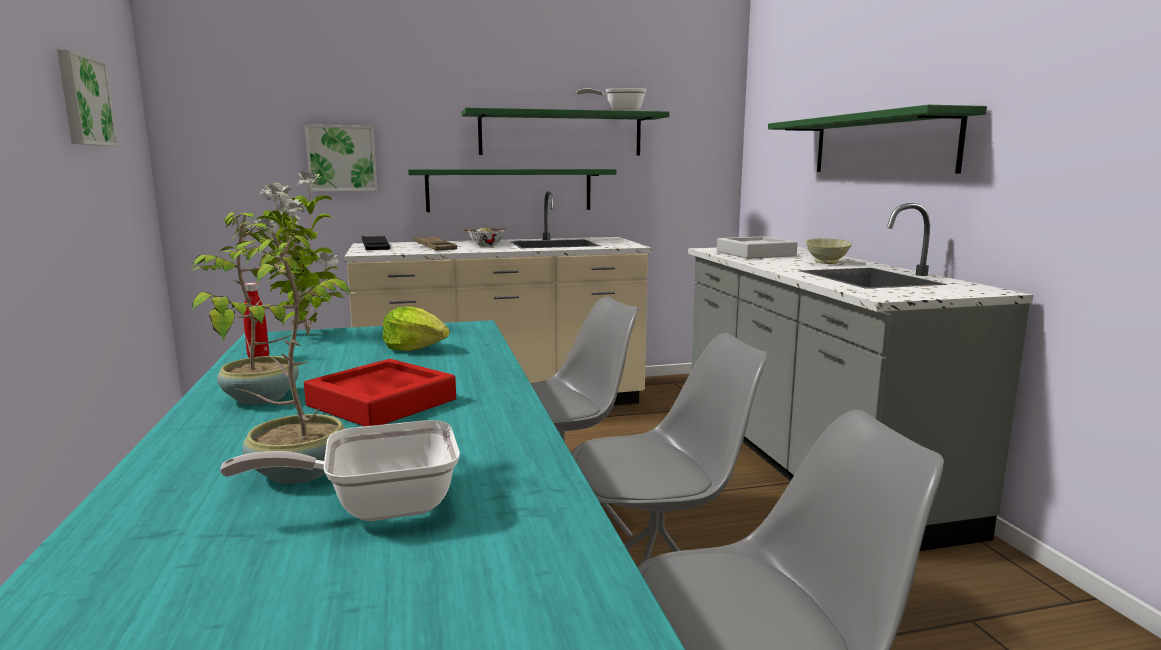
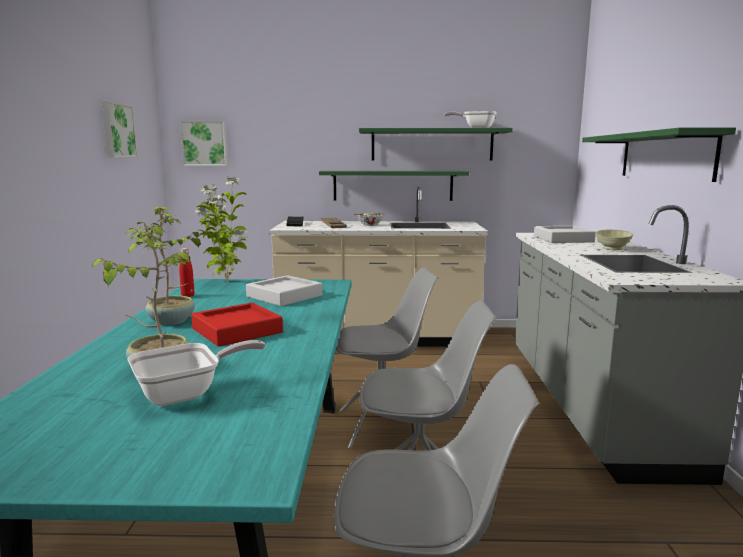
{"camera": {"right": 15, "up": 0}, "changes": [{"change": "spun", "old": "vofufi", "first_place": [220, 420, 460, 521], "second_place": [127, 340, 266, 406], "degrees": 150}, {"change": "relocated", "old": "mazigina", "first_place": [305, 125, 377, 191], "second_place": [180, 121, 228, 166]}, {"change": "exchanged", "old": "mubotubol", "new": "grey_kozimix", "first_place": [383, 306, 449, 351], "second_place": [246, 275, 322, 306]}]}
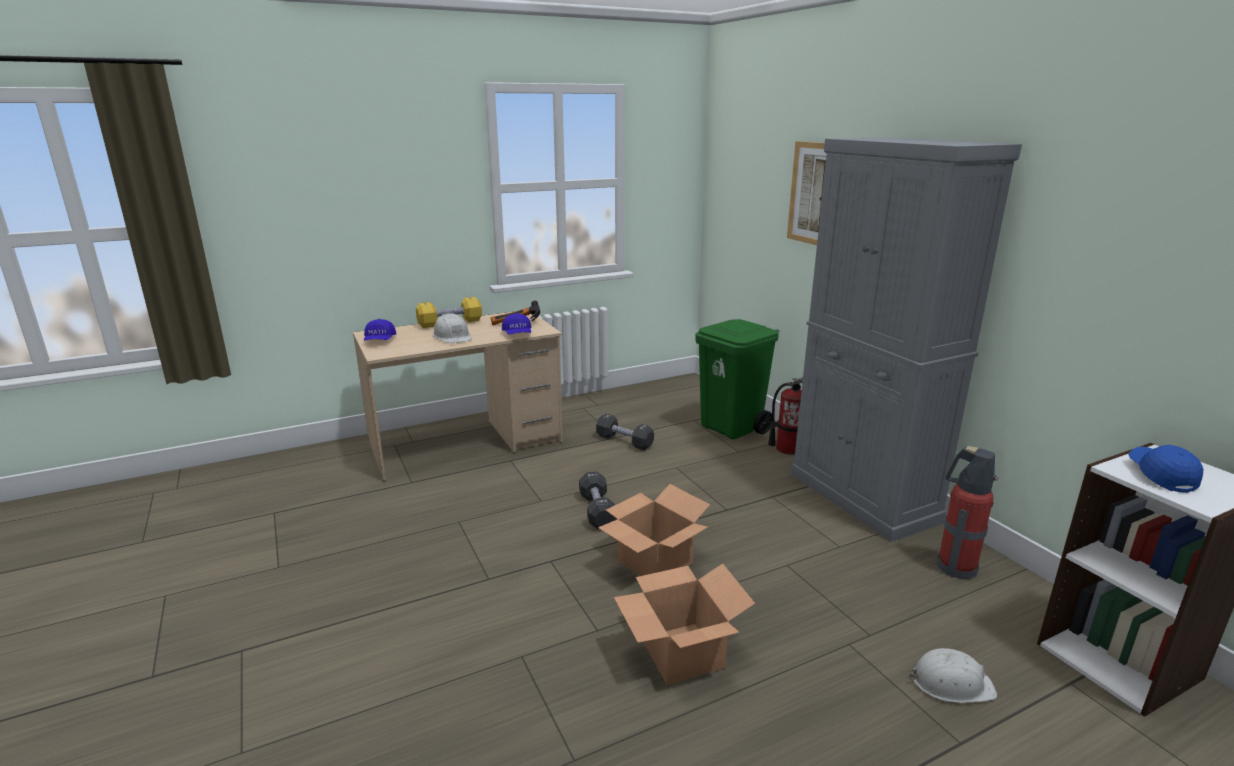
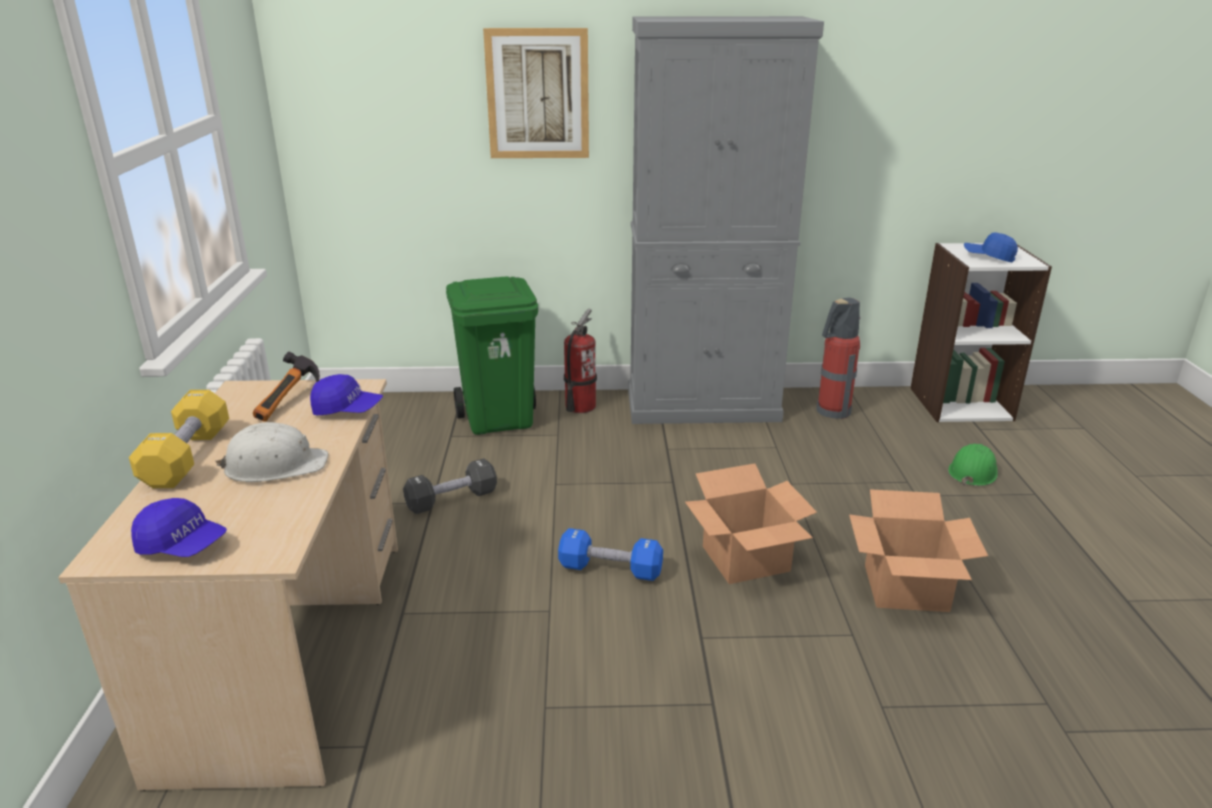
{"camera": {"right": -65, "up": 5}, "changes": [{"change": "colour", "old": "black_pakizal", "new": "blue_pakizal", "first_place": [579, 471, 617, 529], "second_place": [558, 528, 663, 581]}, {"change": "colour", "old": "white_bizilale", "new": "green_bizilale", "first_place": [909, 648, 997, 703], "second_place": [948, 444, 998, 486]}]}
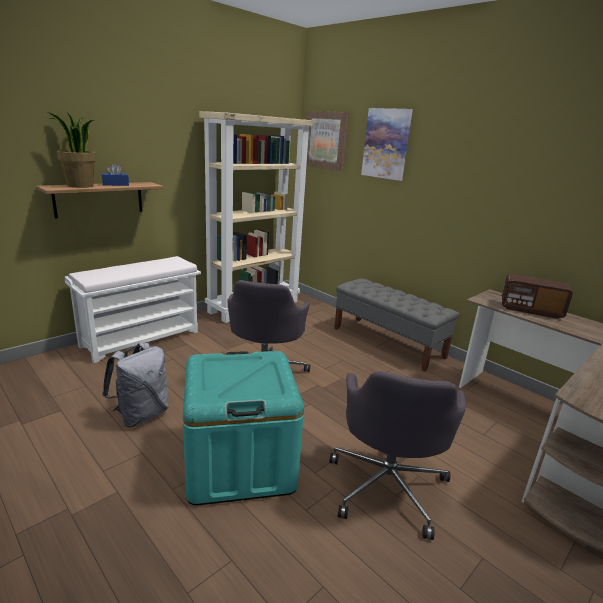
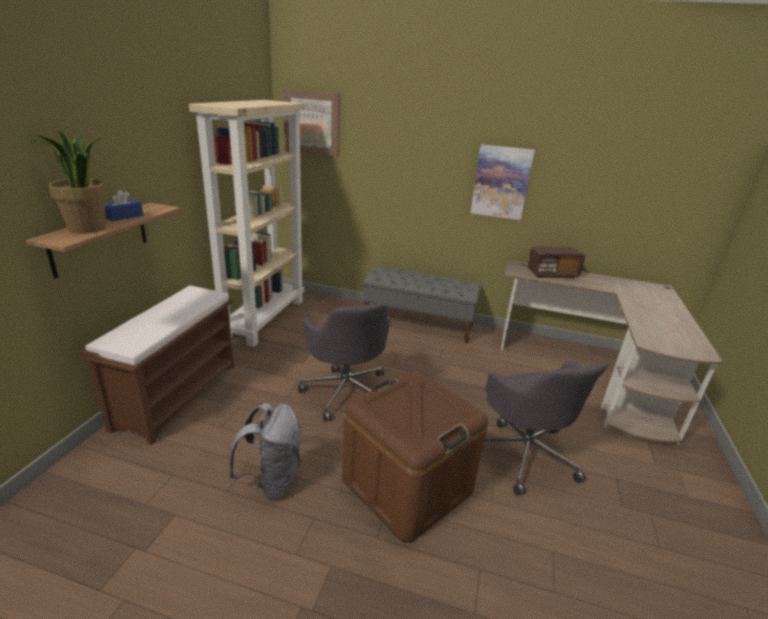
{"camera": {"right": -30, "up": 5}, "changes": [{"change": "colour", "old": "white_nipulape", "new": "brown_nipulape", "first_place": [64, 256, 201, 363], "second_place": [79, 286, 235, 445]}, {"change": "colour", "old": "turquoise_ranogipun", "new": "brown_ranogipun", "first_place": [183, 351, 304, 506], "second_place": [342, 370, 488, 542]}, {"change": "relocated", "old": "mazigina", "first_place": [361, 108, 413, 181], "second_place": [471, 144, 535, 220]}]}
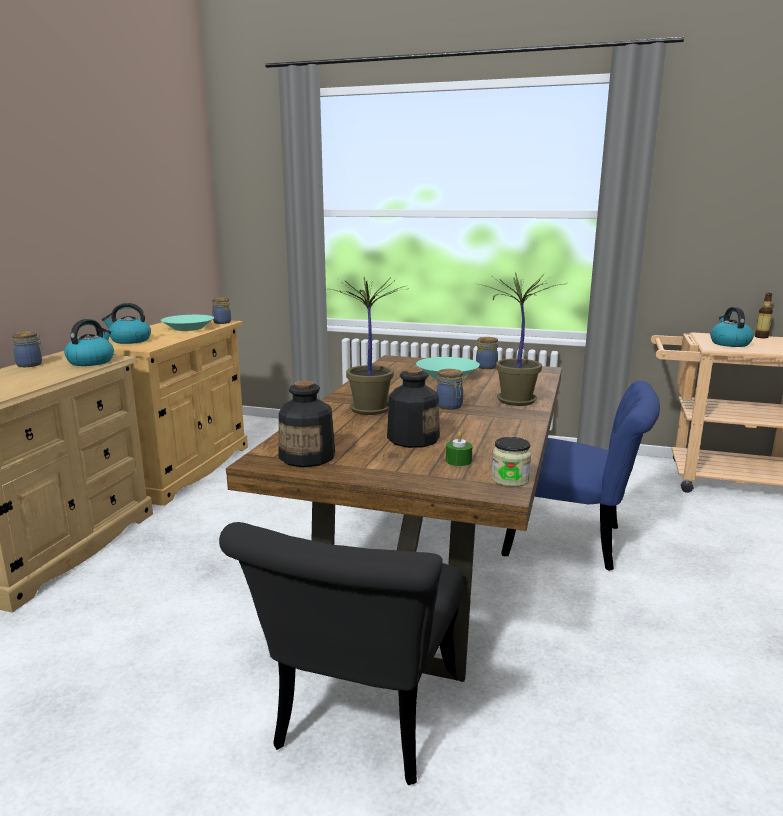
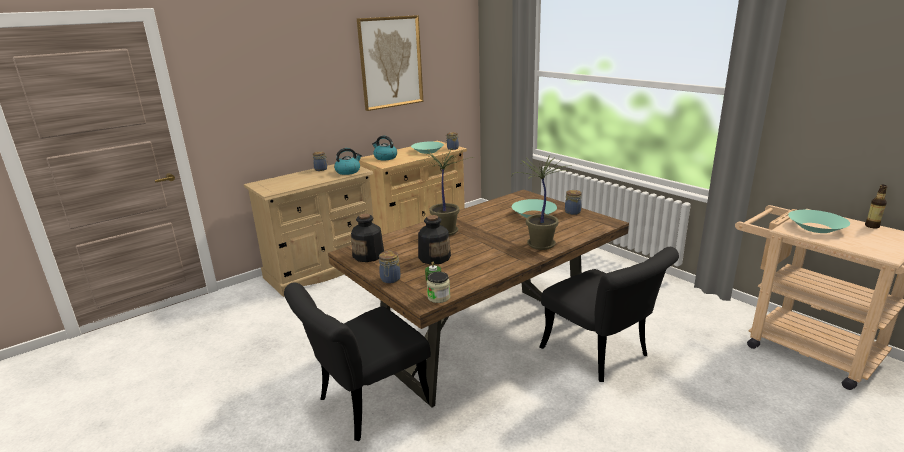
{"camera": {"right": 35, "up": 5}, "changes": [{"change": "appeared", "new": "mazigina", "second_place": [357, 15, 423, 111]}, {"change": "relocated", "old": "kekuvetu", "first_place": [436, 369, 463, 410], "second_place": [379, 251, 401, 283]}, {"change": "colour", "old": "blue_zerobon", "new": "black_zerobon", "first_place": [501, 380, 660, 571], "second_place": [539, 247, 679, 382]}, {"change": "exchanged", "old": "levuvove", "new": "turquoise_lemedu", "first_place": [710, 307, 754, 347], "second_place": [788, 210, 850, 233]}]}
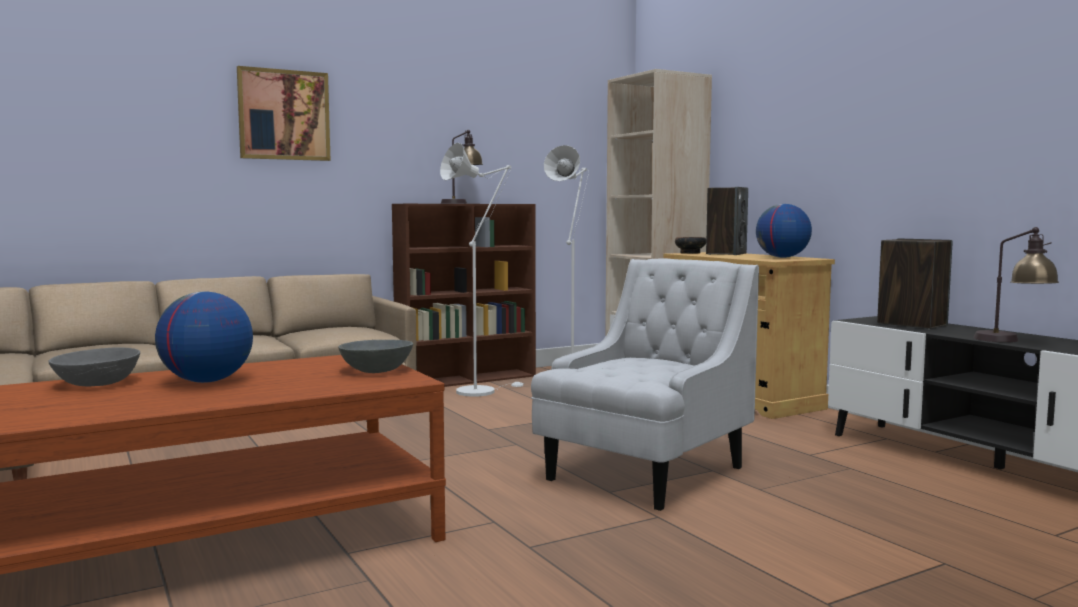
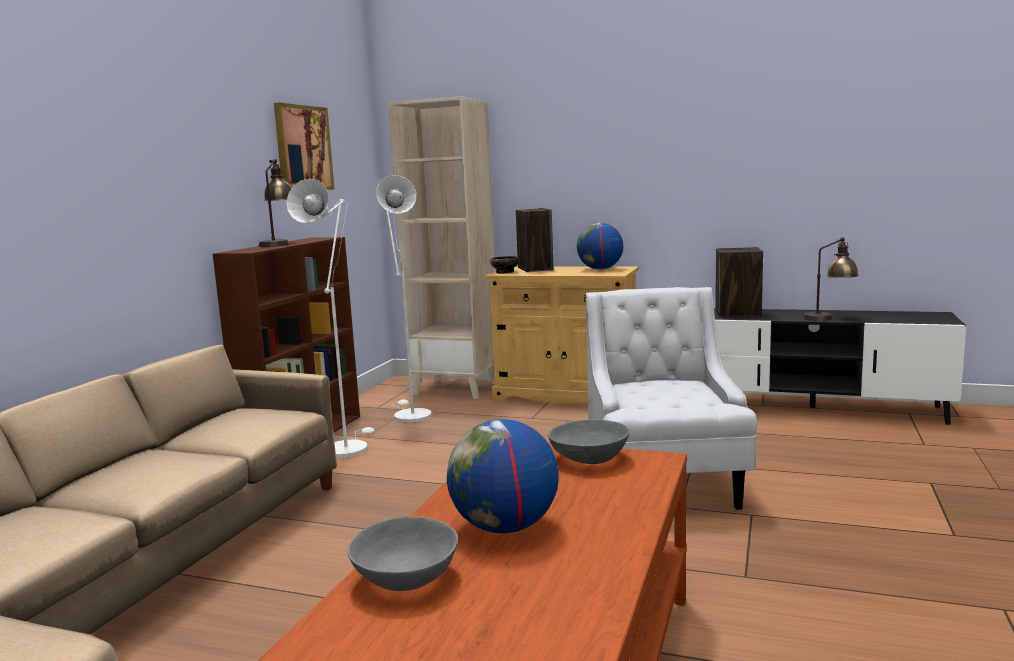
{"camera": {"right": -40, "up": 5}, "changes": [{"change": "relocated", "old": "mazigina", "first_place": [237, 66, 331, 161], "second_place": [274, 103, 334, 190]}]}
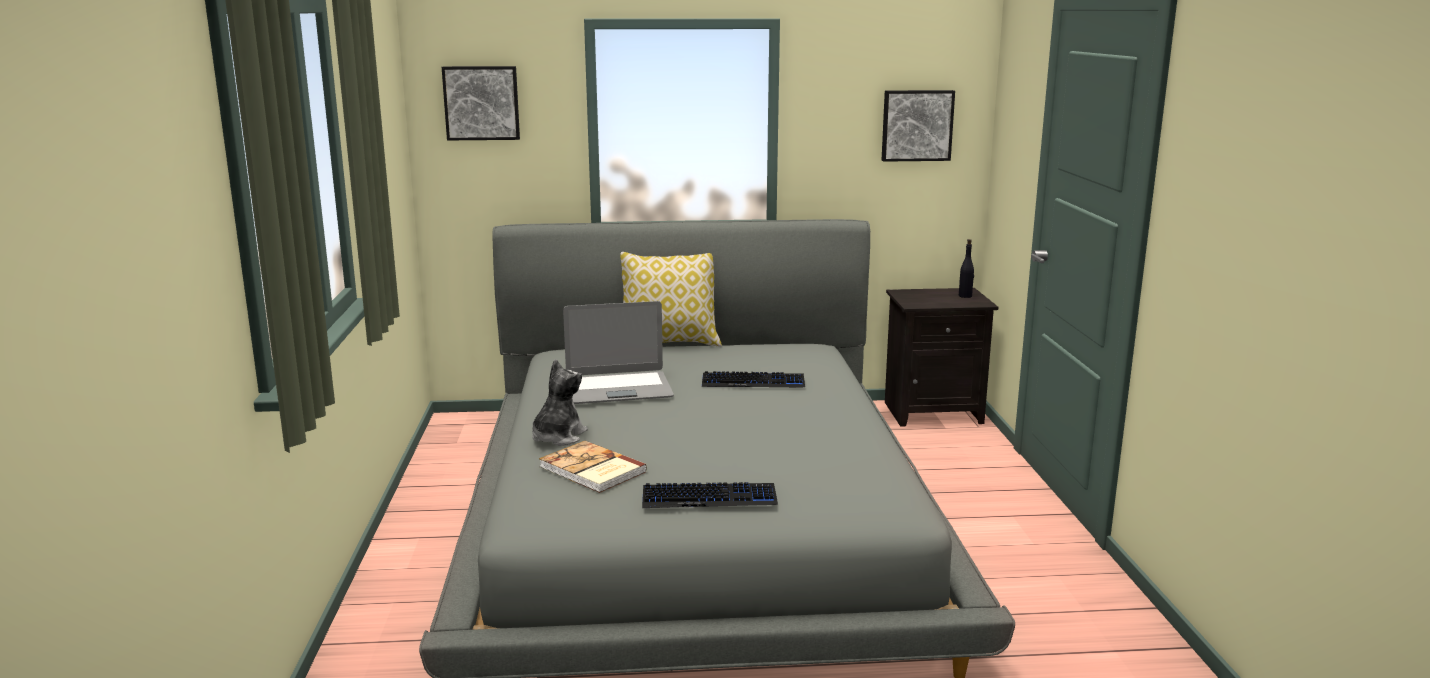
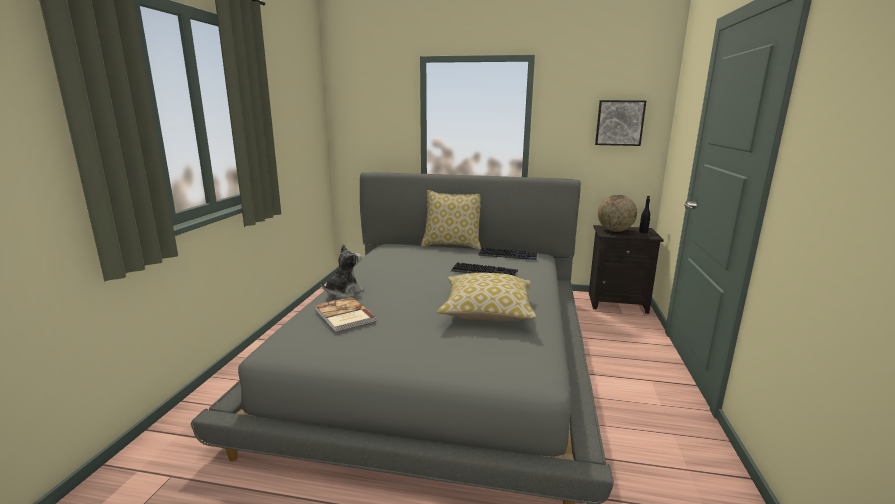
{"camera": {"right": 15, "up": 0}, "changes": [{"change": "appeared", "new": "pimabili", "second_place": [437, 273, 537, 321]}, {"change": "relocated", "old": "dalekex", "first_place": [642, 482, 778, 508], "second_place": [478, 248, 537, 260]}, {"change": "appeared", "new": "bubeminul", "second_place": [598, 195, 637, 232]}, {"change": "missing", "old": "mazigina", "first_place": [442, 66, 520, 140]}, {"change": "missing", "old": "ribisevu", "first_place": [563, 301, 674, 404]}]}
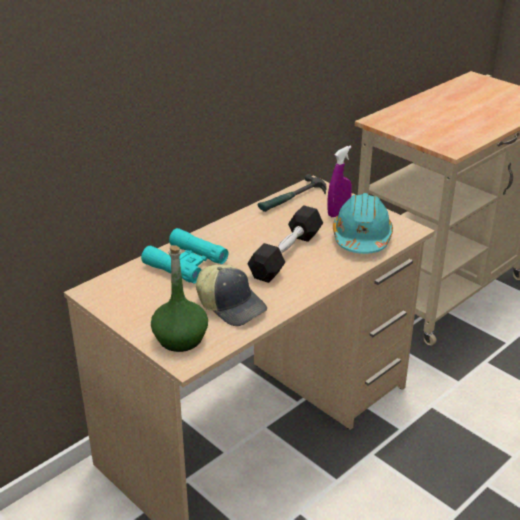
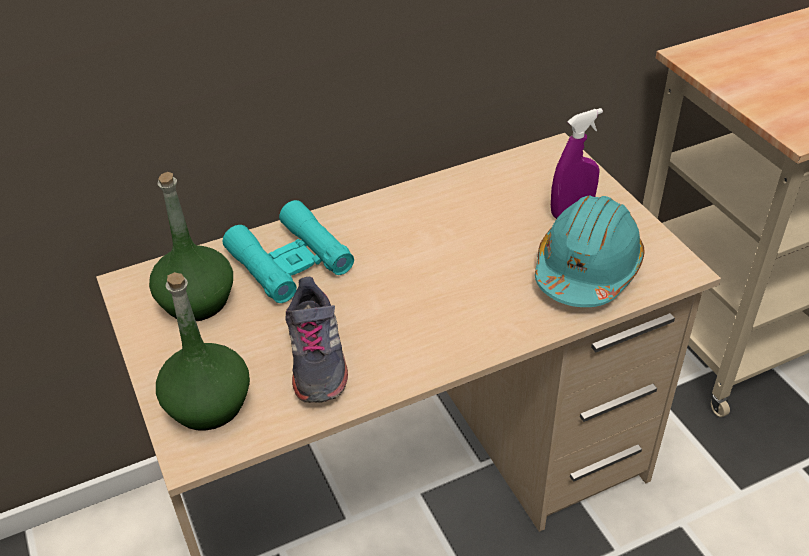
{"camera": {"right": 20, "up": 10}, "changes": [{"change": "appeared", "new": "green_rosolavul", "second_place": [149, 172, 233, 321]}, {"change": "exchanged", "old": "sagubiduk", "new": "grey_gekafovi", "first_place": [196, 265, 267, 326], "second_place": [285, 277, 348, 403]}, {"change": "missing", "old": "black_pakizal", "first_place": [247, 205, 323, 283]}, {"change": "missing", "old": "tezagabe", "first_place": [257, 174, 327, 212]}]}
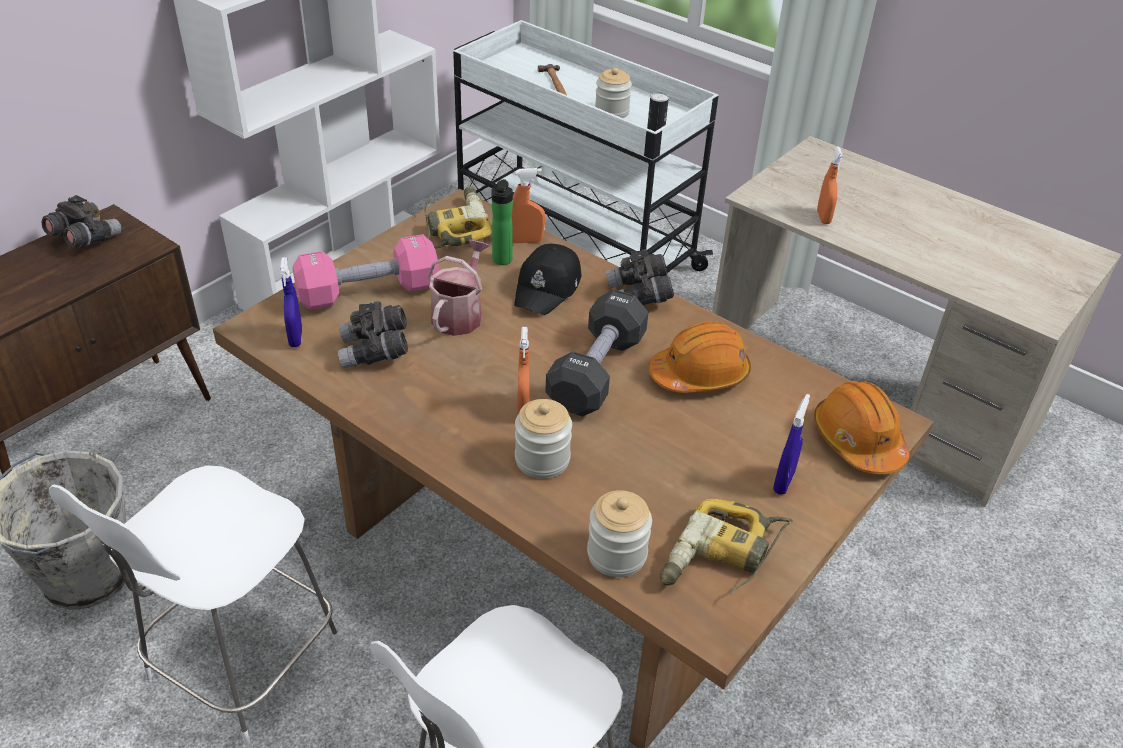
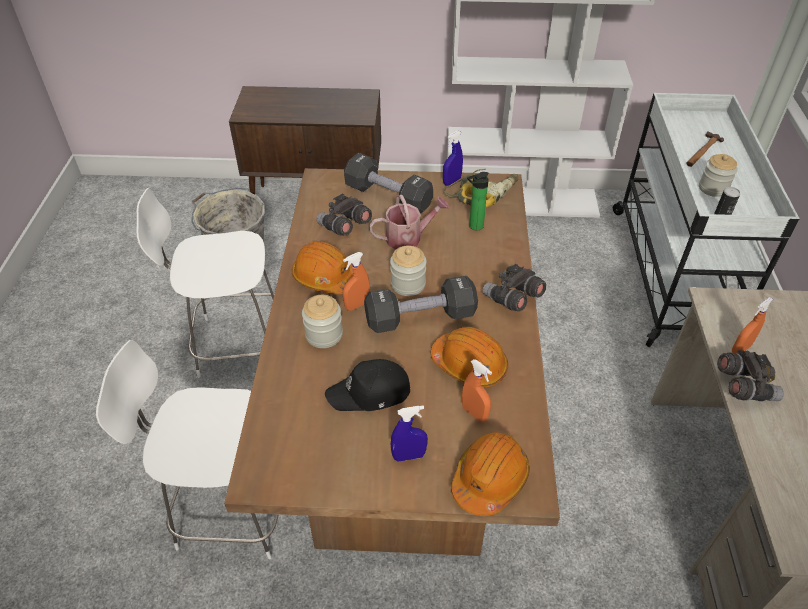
{"camera": {"right": 55, "up": 5}, "changes": [{"change": "appeared", "new": "orange_bizilale", "second_place": [292, 241, 353, 294]}, {"change": "relocated", "old": "black_sagubiduk", "first_place": [514, 244, 581, 315], "second_place": [325, 359, 410, 411]}, {"change": "colour", "old": "pink_pakizal", "new": "black_pakizal", "first_place": [292, 234, 439, 310], "second_place": [344, 153, 433, 214]}, {"change": "relocated", "old": "kekuvetu", "first_place": [587, 490, 652, 577], "second_place": [390, 246, 427, 296]}, {"change": "relocated", "old": "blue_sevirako", "first_place": [280, 257, 302, 347], "second_place": [443, 130, 463, 186]}, {"change": "relocated", "old": "orange_sevirako", "first_place": [512, 168, 545, 243], "second_place": [462, 359, 492, 422]}, {"change": "relocated", "old": "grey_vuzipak", "first_place": [41, 195, 121, 248], "second_place": [717, 350, 784, 401]}, {"change": "missing", "old": "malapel", "first_place": [660, 499, 793, 594]}]}
